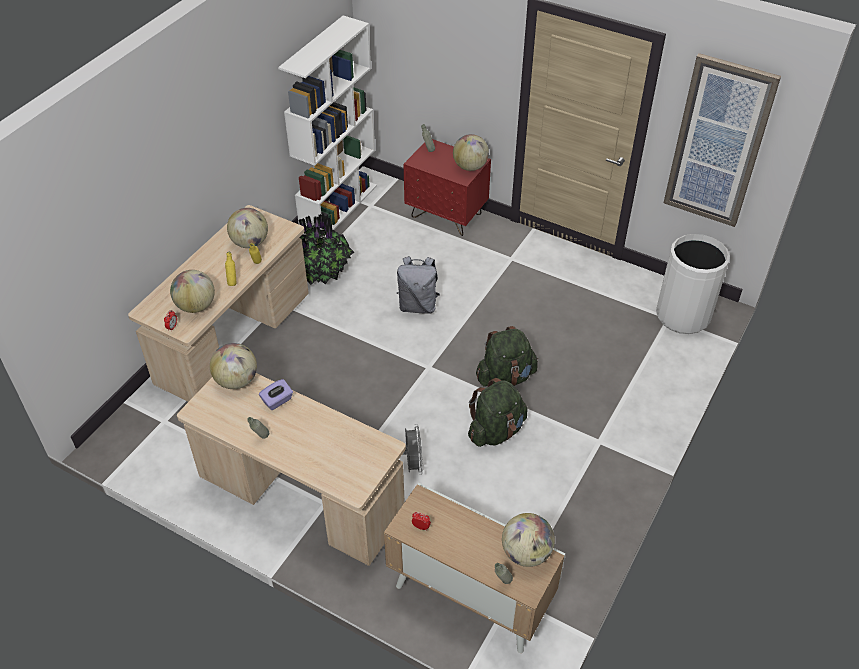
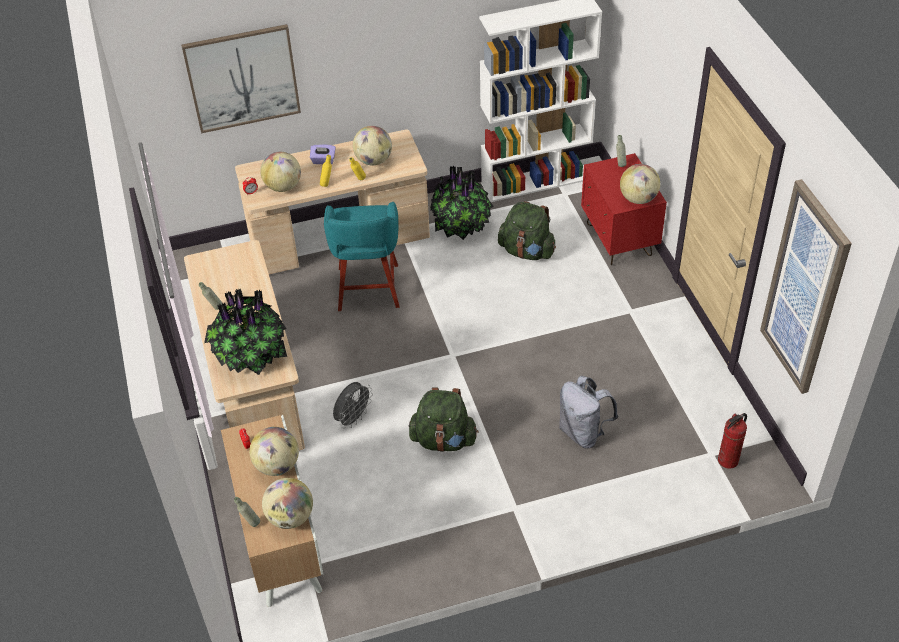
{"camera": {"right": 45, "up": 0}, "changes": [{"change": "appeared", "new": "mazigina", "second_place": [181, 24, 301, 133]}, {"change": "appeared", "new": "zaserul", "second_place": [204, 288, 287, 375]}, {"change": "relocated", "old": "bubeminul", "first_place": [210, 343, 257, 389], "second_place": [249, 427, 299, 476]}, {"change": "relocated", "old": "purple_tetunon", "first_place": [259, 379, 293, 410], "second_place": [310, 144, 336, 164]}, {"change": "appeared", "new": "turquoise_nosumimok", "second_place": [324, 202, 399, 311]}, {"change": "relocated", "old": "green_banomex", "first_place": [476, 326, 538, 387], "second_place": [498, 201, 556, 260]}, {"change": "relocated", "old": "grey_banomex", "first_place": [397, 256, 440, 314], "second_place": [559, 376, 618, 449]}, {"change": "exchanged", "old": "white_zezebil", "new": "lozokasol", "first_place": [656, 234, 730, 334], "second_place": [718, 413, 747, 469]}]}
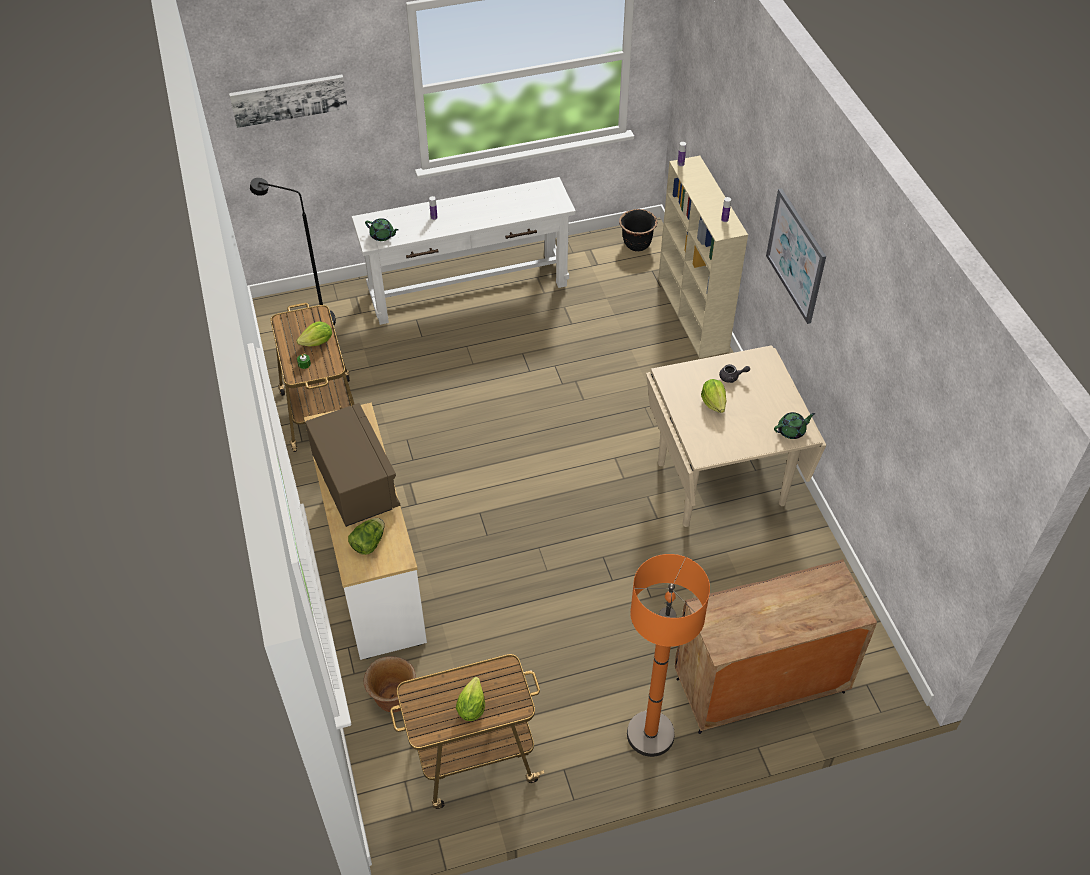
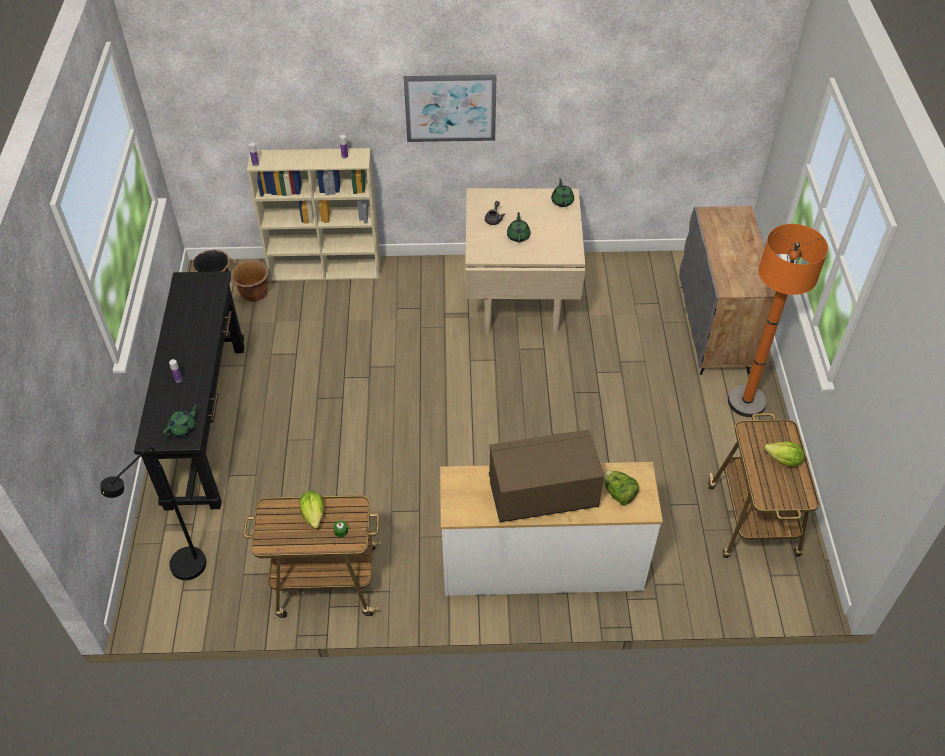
{"camera": {"right": -75, "up": 0}, "changes": [{"change": "colour", "old": "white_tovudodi", "new": "black_tovudodi", "first_place": [352, 177, 576, 325], "second_place": [134, 271, 245, 510]}, {"change": "relocated", "old": "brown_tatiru", "first_place": [364, 656, 416, 712], "second_place": [231, 260, 269, 302]}, {"change": "exchanged", "old": "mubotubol", "new": "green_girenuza", "first_place": [701, 379, 727, 413], "second_place": [507, 212, 531, 243]}, {"change": "colour", "old": "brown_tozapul", "new": "grey_tozapul", "first_place": [675, 559, 877, 734], "second_place": [679, 206, 776, 375]}, {"change": "missing", "old": "mazigina", "first_place": [229, 74, 348, 128]}]}
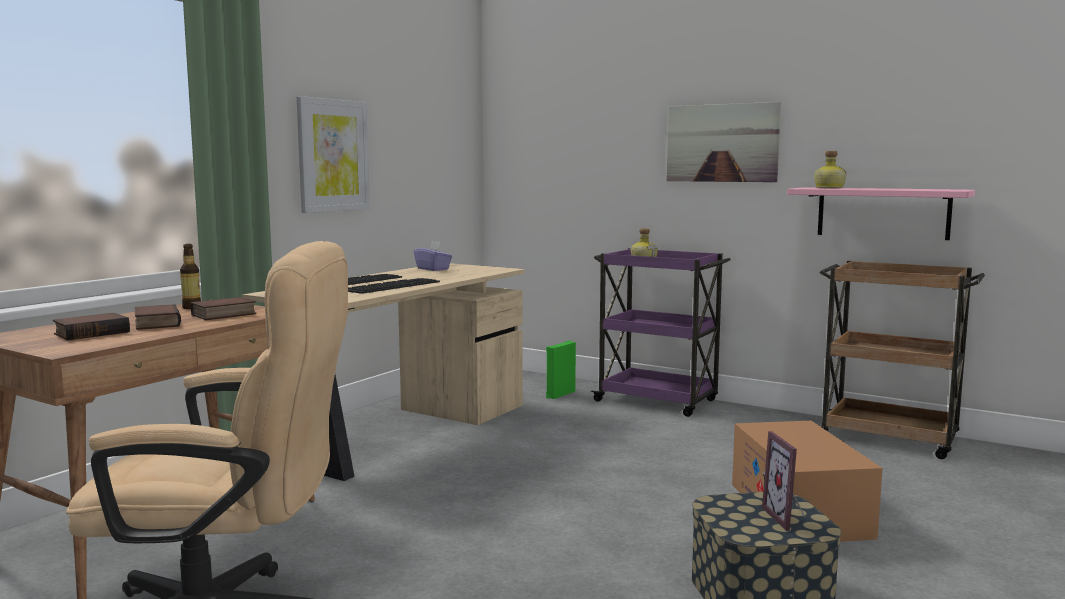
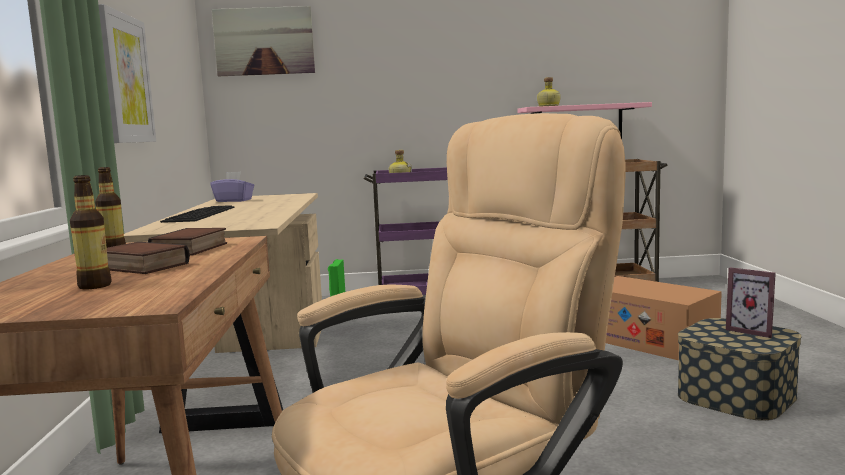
{"camera": {"right": -35, "up": 0}, "changes": [{"change": "exchanged", "old": "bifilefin", "new": "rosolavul", "first_place": [53, 313, 130, 340], "second_place": [70, 175, 111, 289]}, {"change": "relocated", "old": "mazigina", "first_place": [666, 102, 781, 182], "second_place": [212, 6, 315, 76]}, {"change": "missing", "old": "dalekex", "first_place": [348, 278, 440, 294]}]}
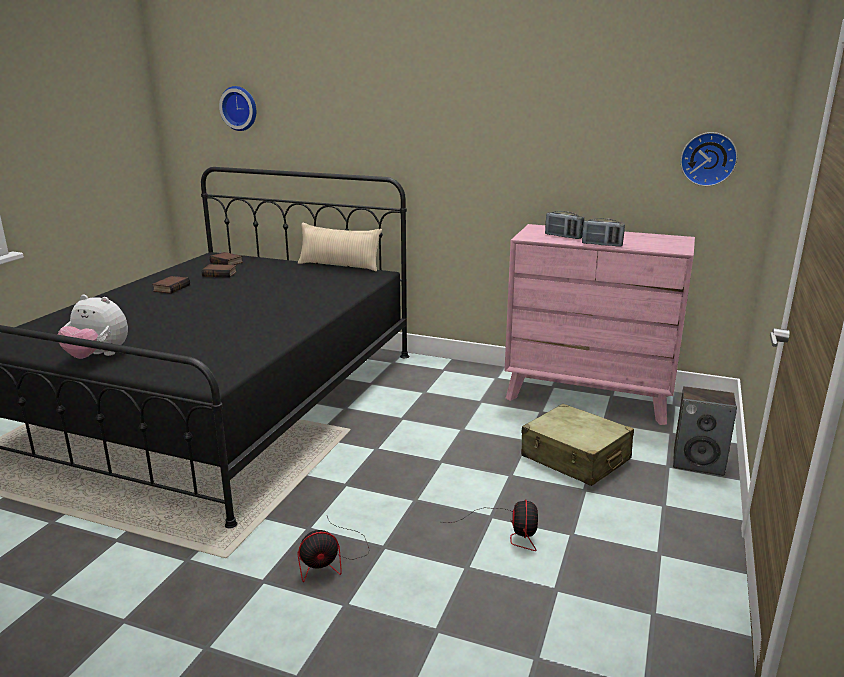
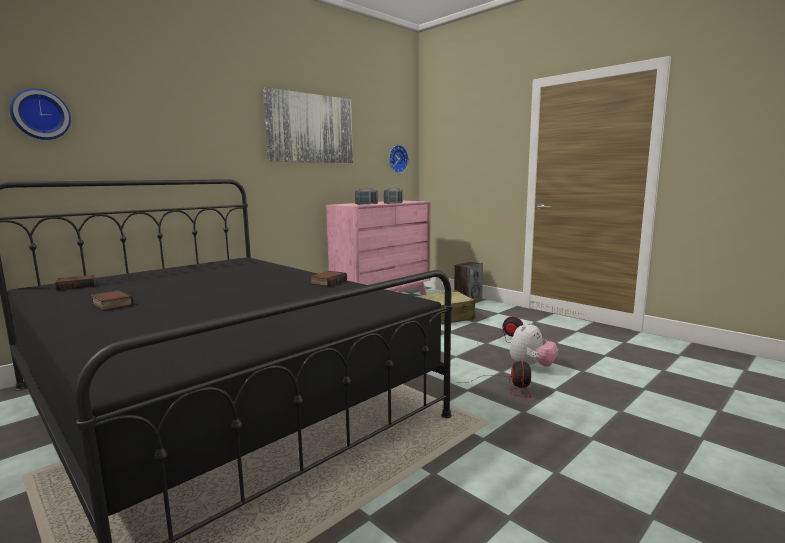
{"camera": {"right": -65, "up": -10}, "changes": [{"change": "appeared", "new": "mazigina", "second_place": [263, 87, 353, 163]}, {"change": "relocated", "old": "bifilefin", "first_place": [202, 264, 237, 278], "second_place": [310, 271, 347, 287]}, {"change": "relocated", "old": "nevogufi", "first_place": [58, 295, 128, 359], "second_place": [510, 321, 558, 367]}, {"change": "missing", "old": "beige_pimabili", "first_place": [298, 223, 382, 271]}]}
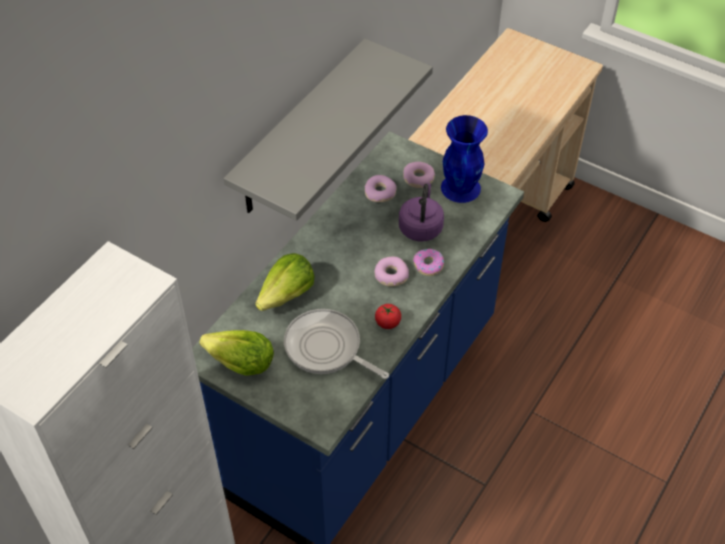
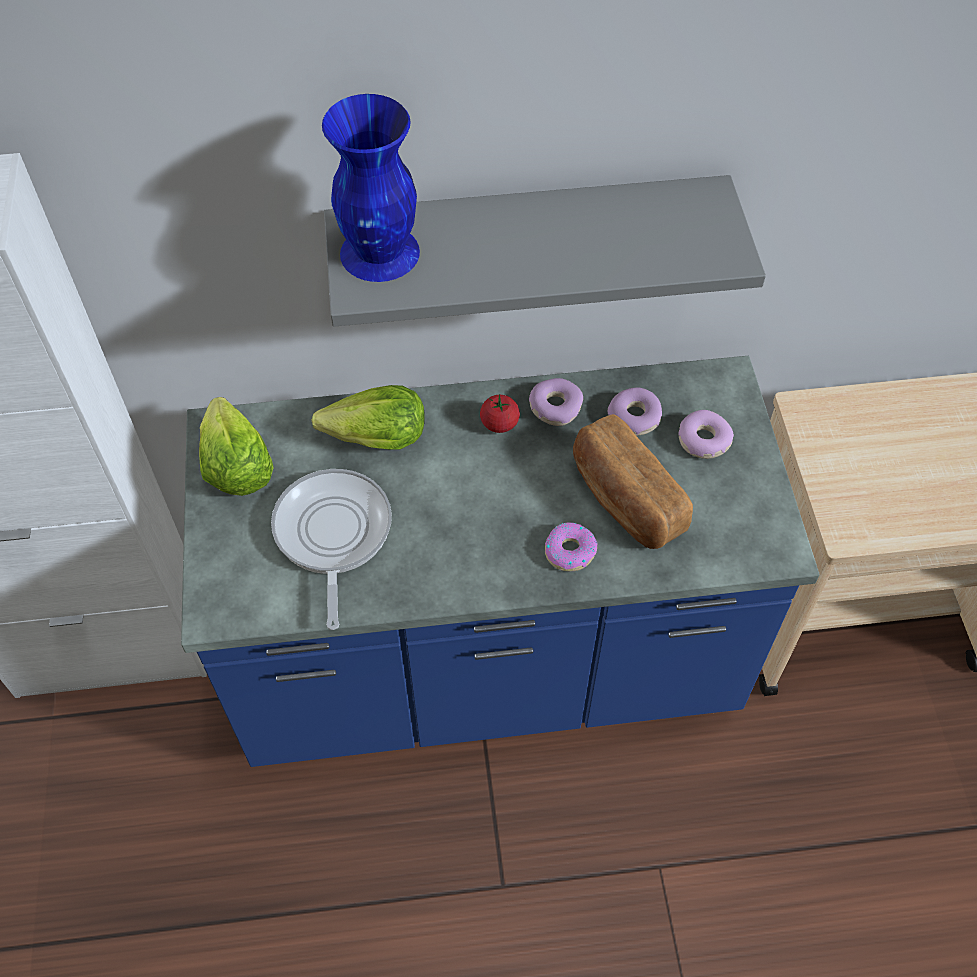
{"camera": {"right": 50, "up": 5}, "changes": [{"change": "relocated", "old": "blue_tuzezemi", "first_place": [441, 115, 488, 203], "second_place": [322, 94, 420, 282]}, {"change": "relocated", "old": "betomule", "first_place": [375, 304, 401, 329], "second_place": [480, 394, 520, 433]}, {"change": "relocated", "old": "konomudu", "first_place": [374, 257, 409, 287], "second_place": [529, 378, 583, 426]}, {"change": "exchanged", "old": "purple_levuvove", "new": "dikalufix", "first_place": [399, 183, 444, 241], "second_place": [573, 414, 693, 549]}]}
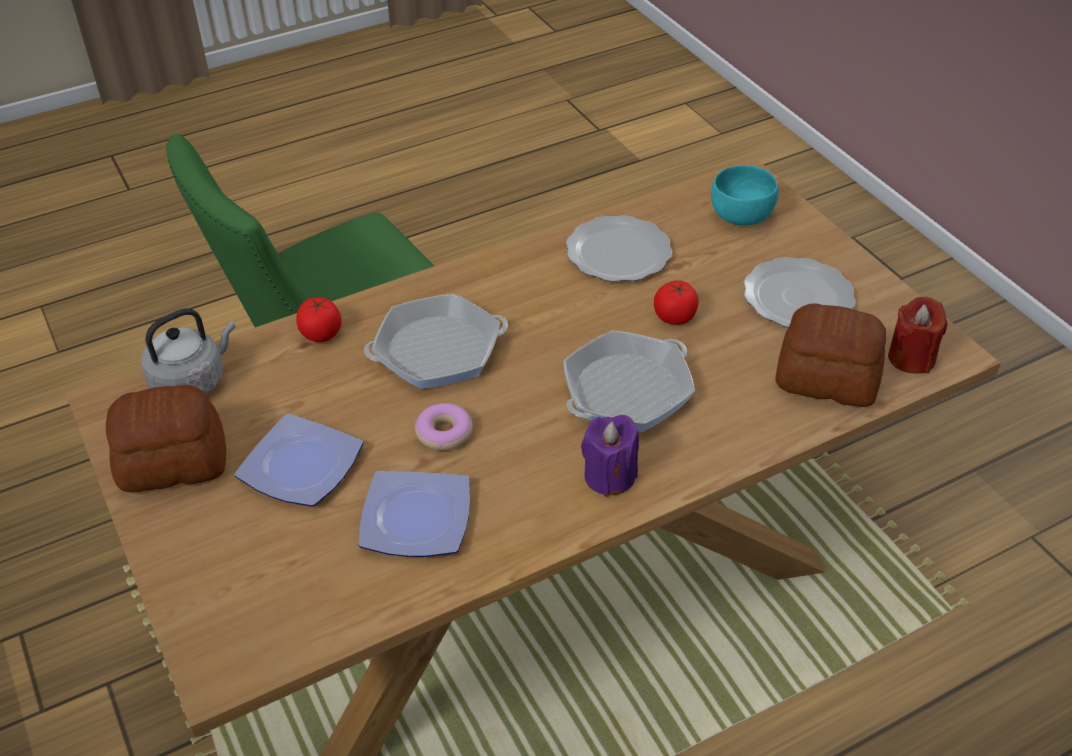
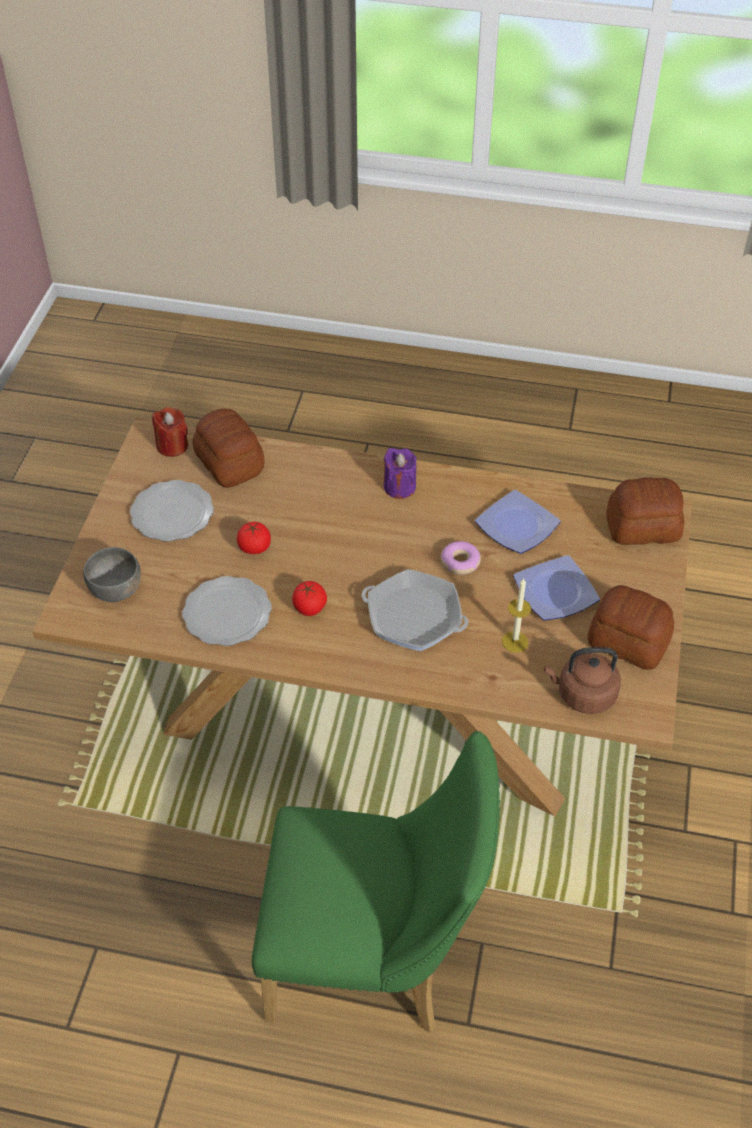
{"camera": {"right": -140, "up": 5}, "changes": [{"change": "colour", "old": "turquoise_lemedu", "new": "grey_lemedu", "first_place": [711, 165, 779, 226], "second_place": [83, 547, 141, 602]}, {"change": "relocated", "old": "betomule", "first_place": [296, 298, 342, 342], "second_place": [292, 581, 327, 616]}, {"change": "appeared", "new": "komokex", "second_place": [502, 578, 531, 653]}, {"change": "colour", "old": "grey_levuvove", "new": "brown_levuvove", "first_place": [141, 308, 235, 394], "second_place": [544, 647, 621, 714]}, {"change": "appeared", "new": "dikalufix", "second_place": [607, 477, 684, 545]}, {"change": "missing", "old": "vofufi", "first_place": [563, 330, 695, 432]}]}
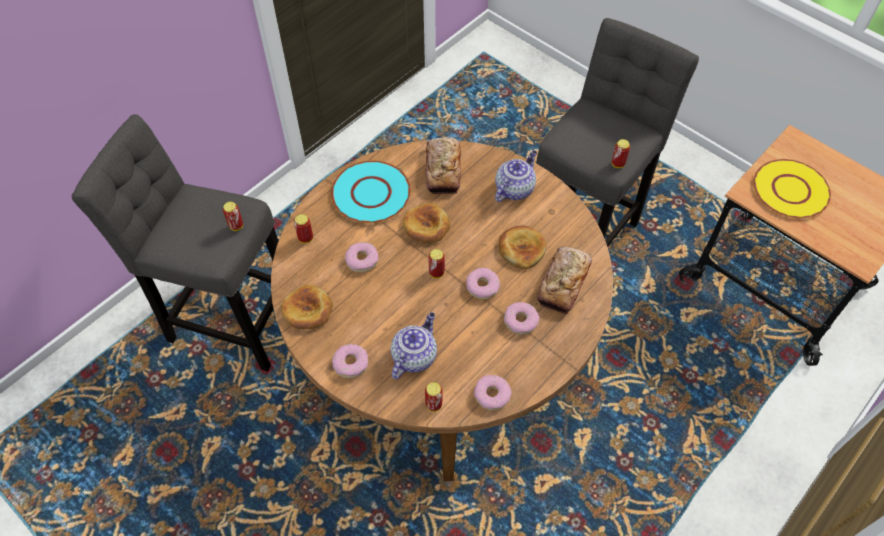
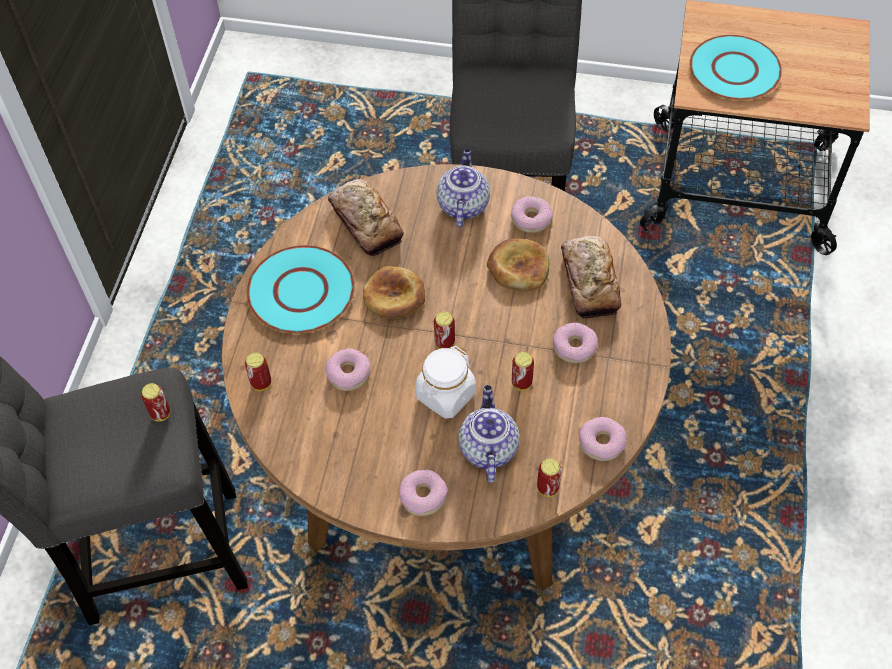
{"camera": {"right": -30, "up": 0}, "changes": [{"change": "appeared", "new": "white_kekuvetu", "second_place": [415, 346, 476, 418]}, {"change": "relocated", "old": "konomudu", "first_place": [466, 268, 500, 299], "second_place": [511, 196, 553, 233]}, {"change": "relocated", "old": "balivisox", "first_place": [611, 139, 630, 168], "second_place": [512, 352, 534, 391]}, {"change": "colour", "old": "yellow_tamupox", "new": "turquoise_tamupox", "first_place": [753, 159, 831, 218], "second_place": [689, 35, 782, 100]}, {"change": "missing", "old": "dikalufix", "first_place": [281, 284, 333, 329]}]}
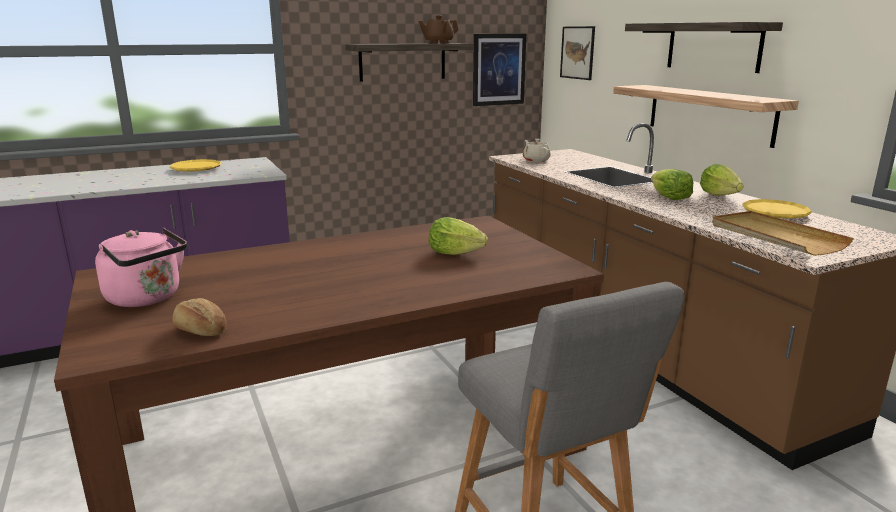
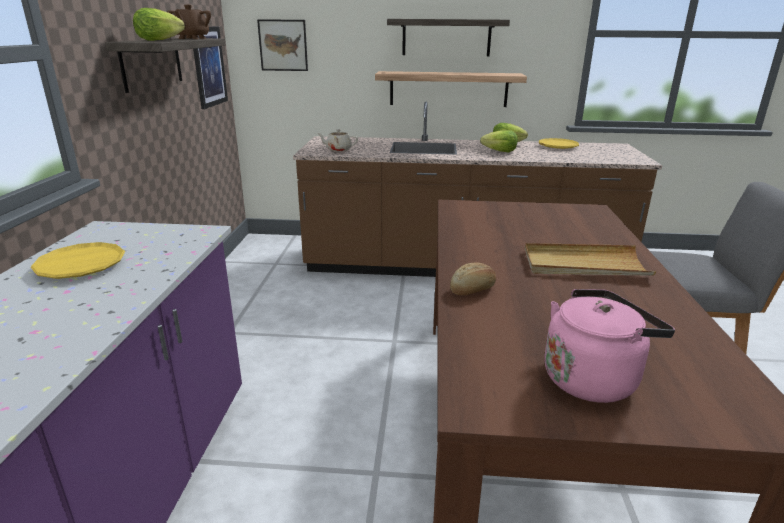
{"camera": {"right": -60, "up": 5}, "changes": [{"change": "relocated", "old": "mubotubol", "first_place": [429, 217, 488, 255], "second_place": [133, 8, 185, 41]}, {"change": "relocated", "old": "dikalufix", "first_place": [172, 298, 226, 336], "second_place": [450, 263, 496, 295]}, {"change": "relocated", "old": "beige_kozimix", "first_place": [712, 211, 854, 256], "second_place": [525, 243, 657, 276]}]}
